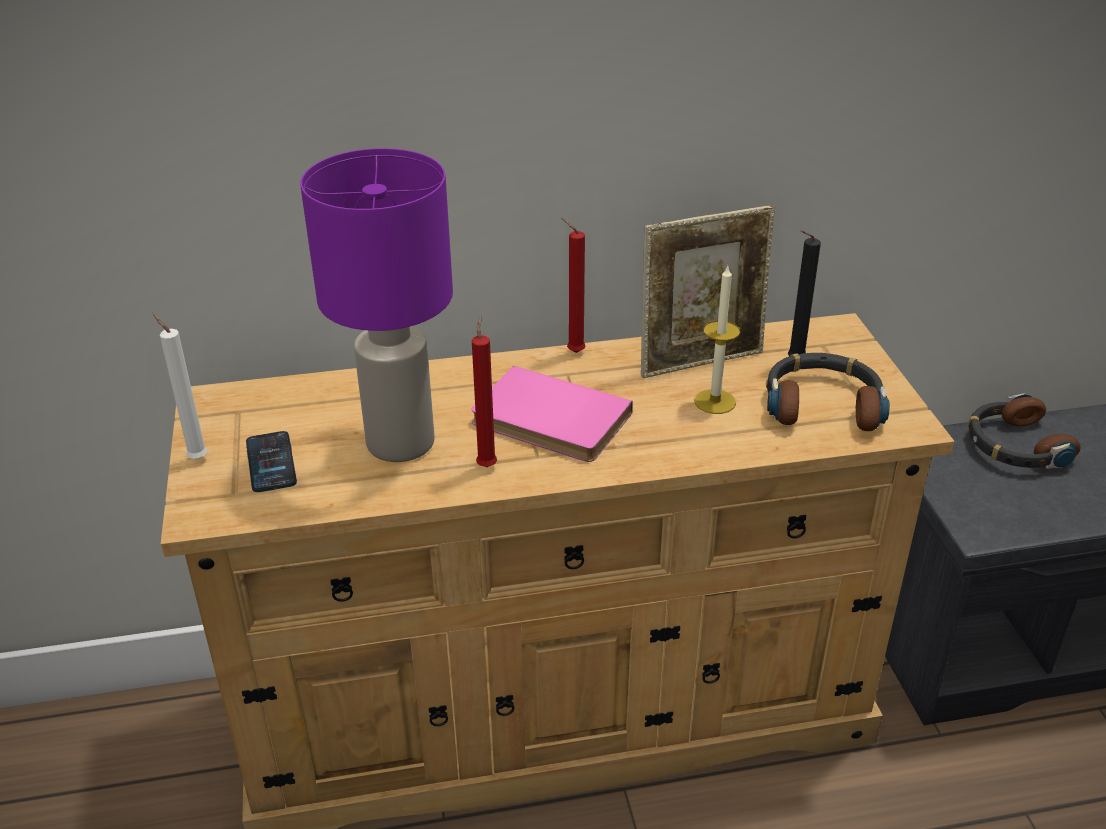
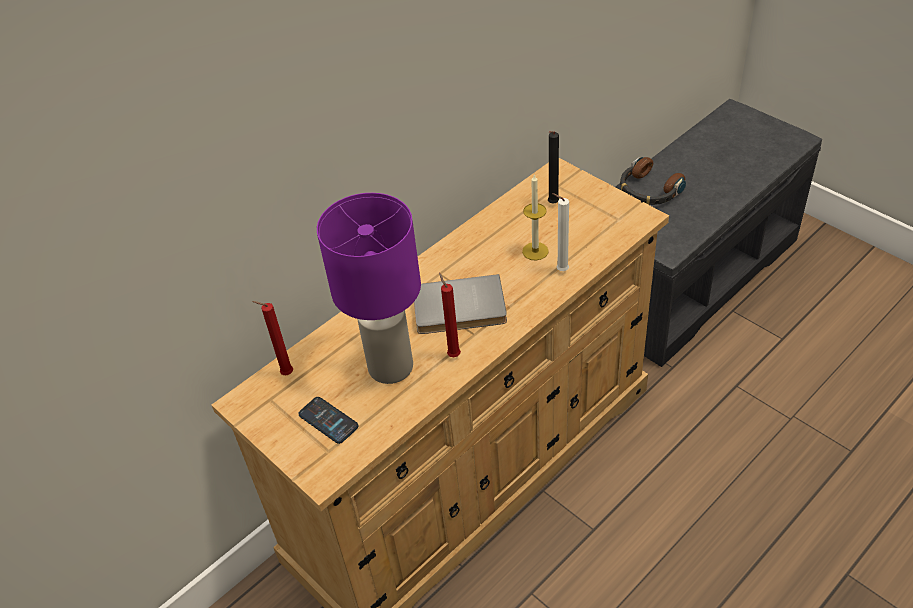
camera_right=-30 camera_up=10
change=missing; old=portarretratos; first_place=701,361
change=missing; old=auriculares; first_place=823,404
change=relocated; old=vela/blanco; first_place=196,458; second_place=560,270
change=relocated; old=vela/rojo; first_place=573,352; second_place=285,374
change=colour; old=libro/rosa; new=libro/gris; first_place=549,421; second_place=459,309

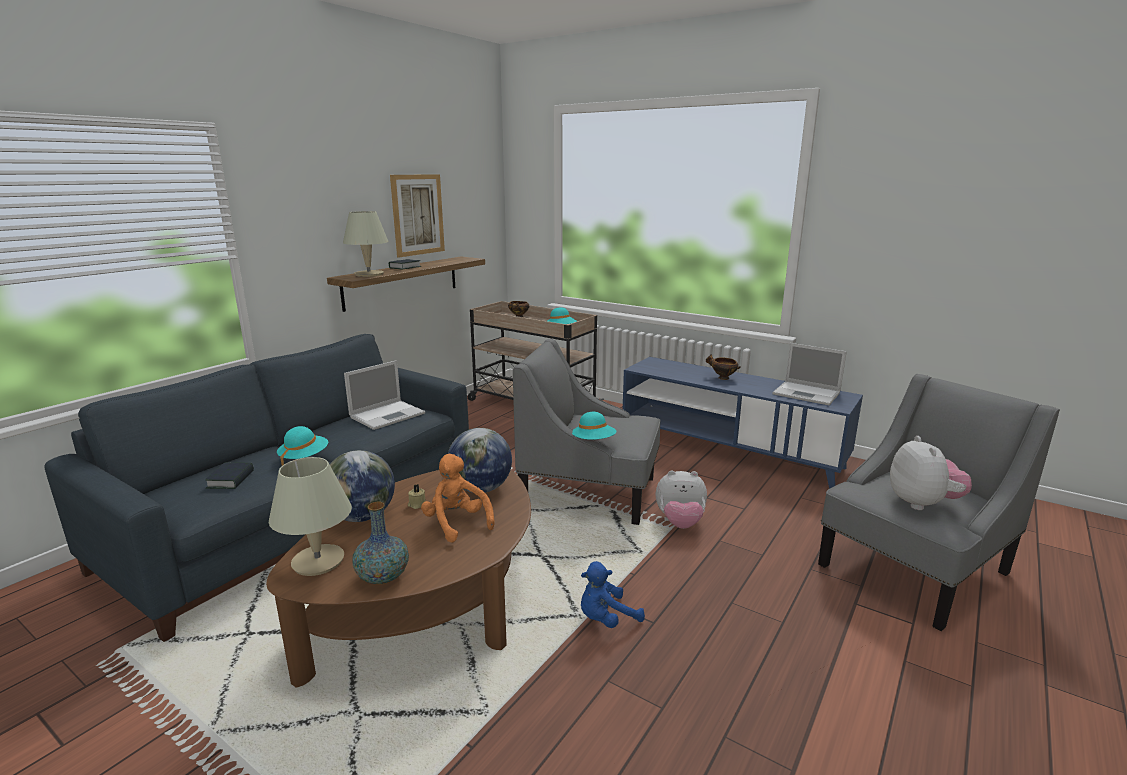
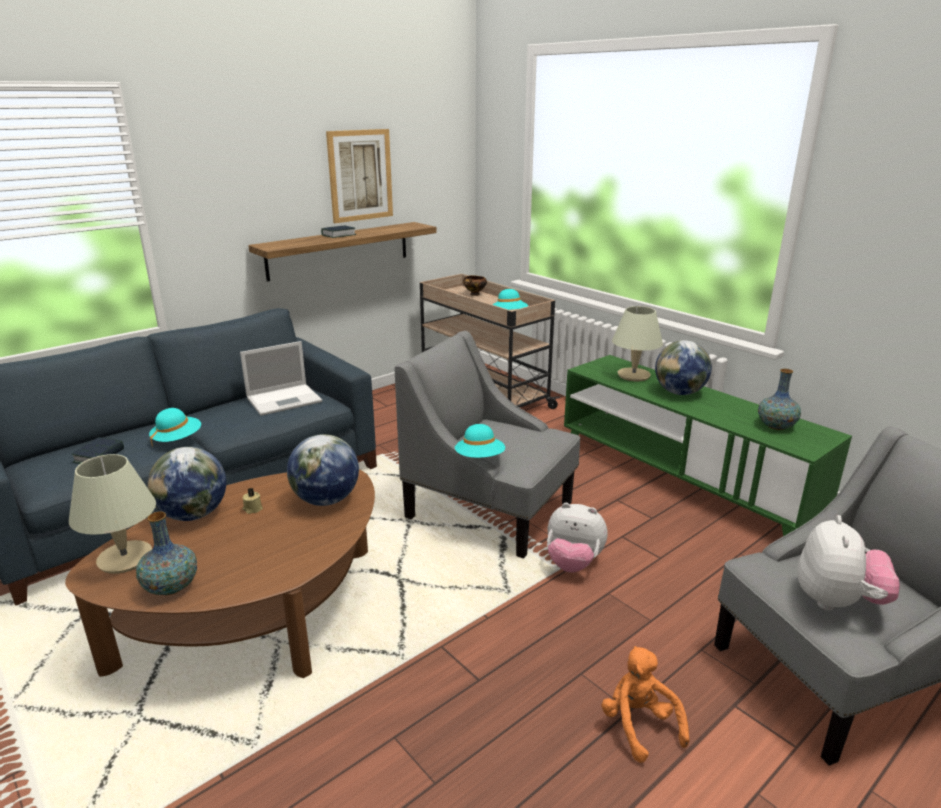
camera_right=15 camera_up=5
change=missing; old=peluche/azul; first_place=606,619
change=relocated; old=lámpara de mesa/beis; first_place=369,274; second_place=634,375
change=relocated; old=peluche/naranja; first_place=457,523; second_place=639,725
change=exchanged; old=cuenco; new=globo terráqueo; first_place=722,378; second_place=679,393
change=exchanged; old=portátil; new=florero; first_place=807,394; second_place=776,426
change=colour; old=mueble de televisión/azul; new=mueble de televisión/verde; first_place=729,450; second_place=682,479

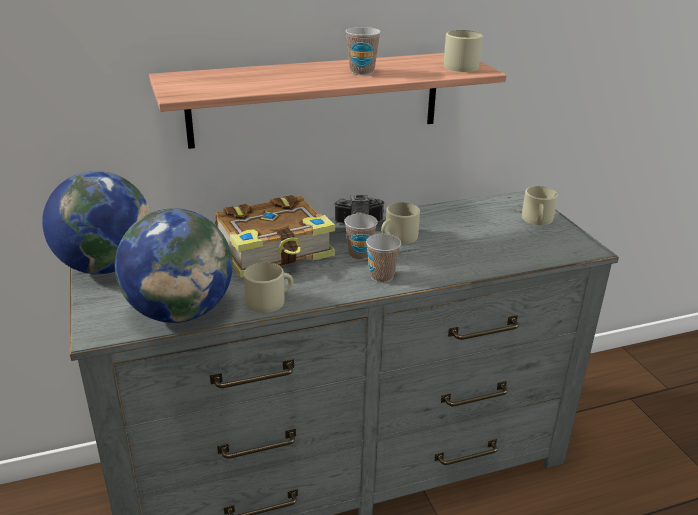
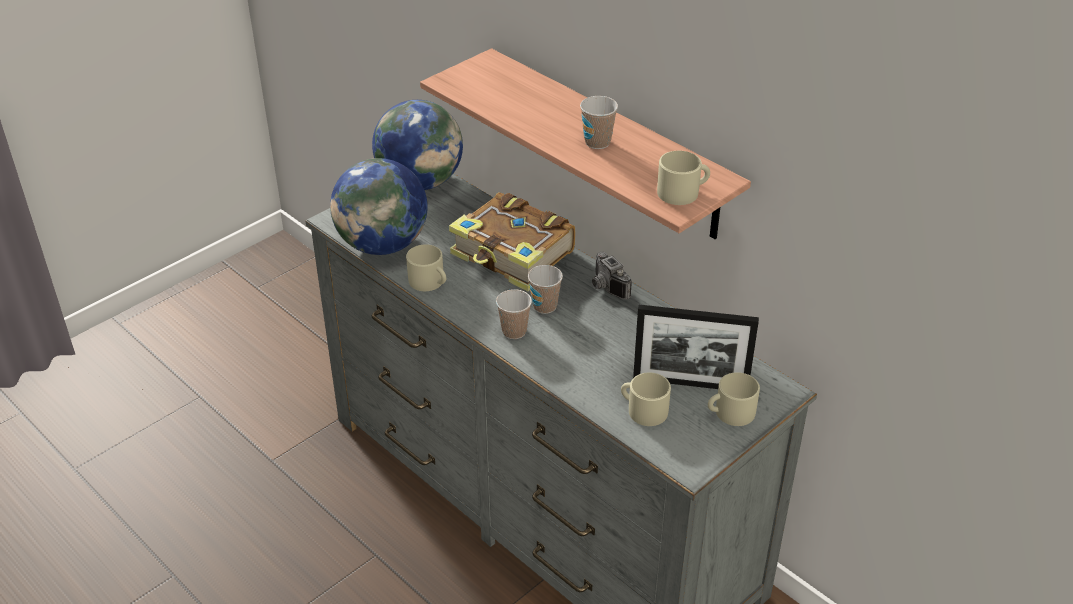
camera_right=65 camera_up=10
change=appeared; new=portarretratos; second_place=690,383
change=relocated; old=taza grande/beis; first_place=398,237; second_place=643,410

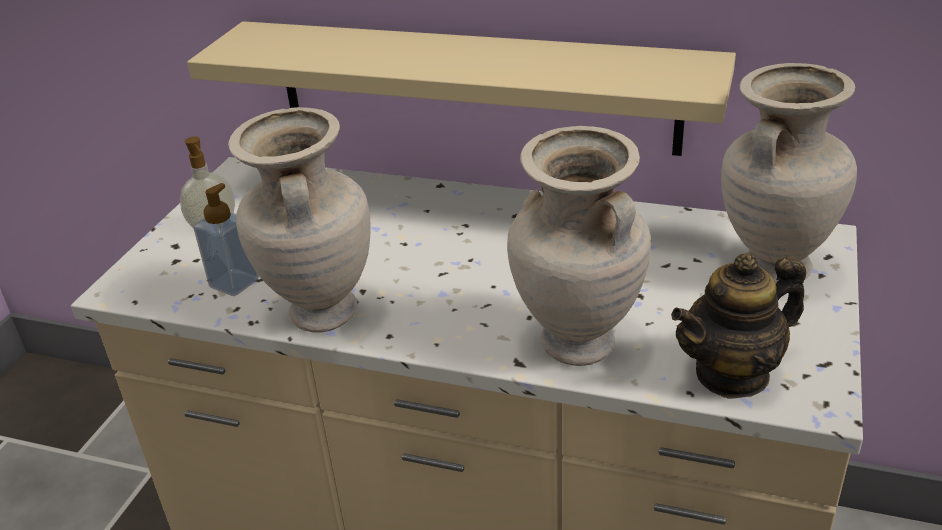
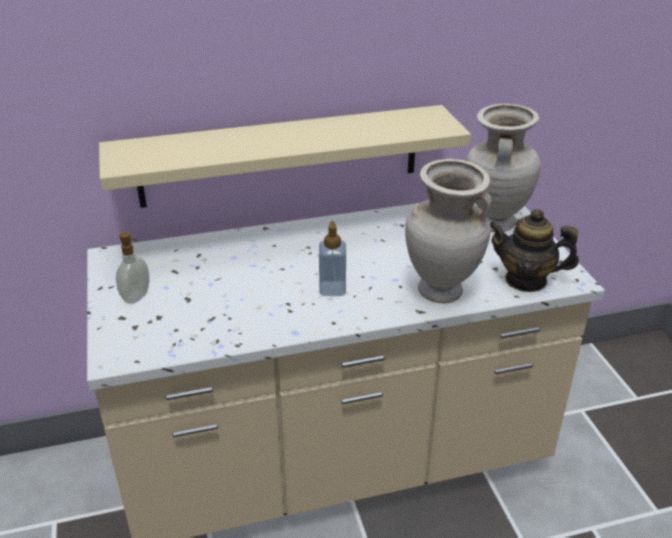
camera_right=-35 camera_up=0
change=missing; old=florero/beis; first_place=321,314
change=relocated; old=dispensador de jabón; first_place=234,283; second_place=332,289
change=spun; old=tetera; first_place=732,374; second_place=526,280; degrees=75

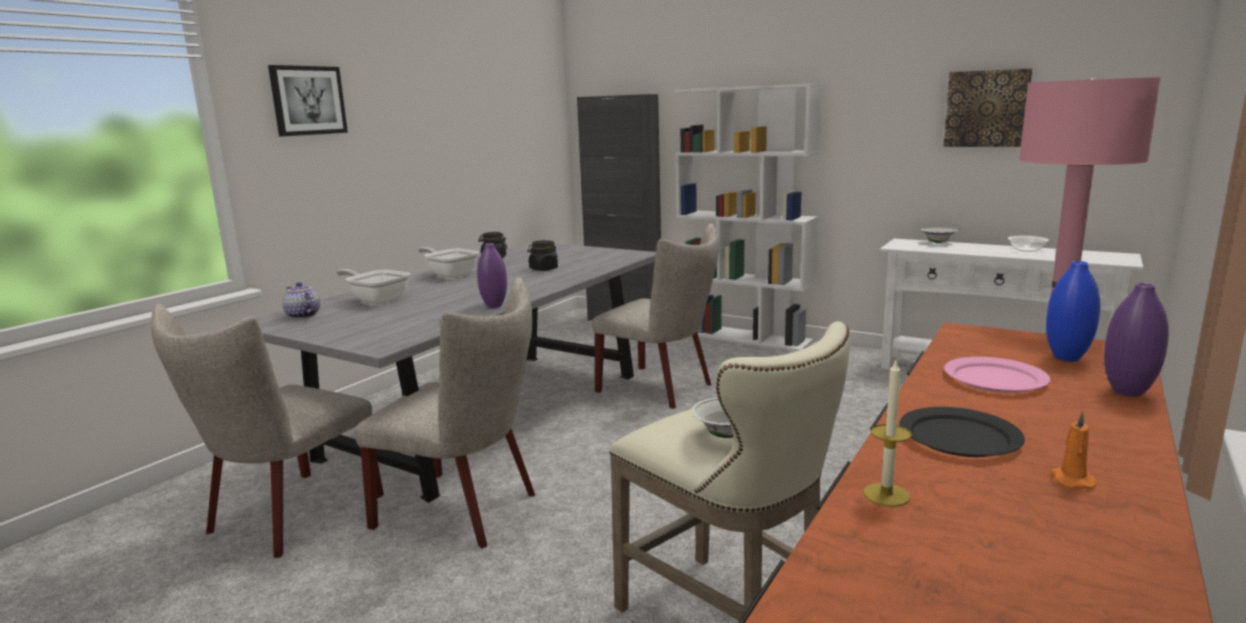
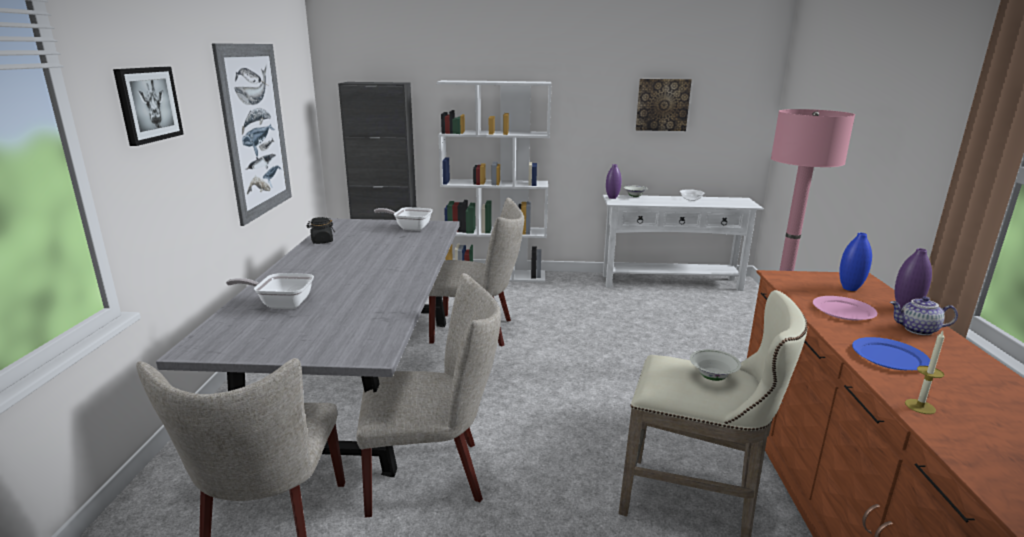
camera_right=-30 camera_up=5
change=missing; old=tarro/negro; first_place=543,269
change=missing; old=vela/naranja; first_place=1071,479
change=appeared; new=cuadro; second_place=255,130
change=relocated; old=tetera; first_place=302,316; second_place=917,330
change=relocated; old=sartén; first_place=450,274; second_place=410,228
change=relocated; old=florero/morado; first_place=494,306; second_place=612,198
change=colour; old=plato/negro; new=plato/azul; first_place=958,437; second_place=888,357

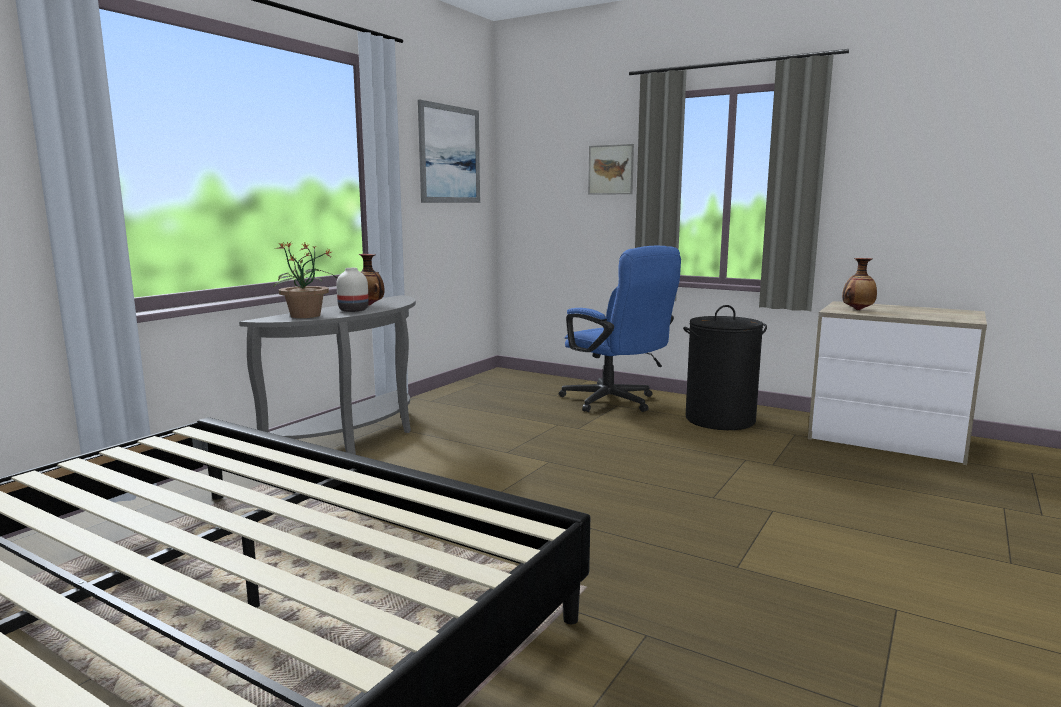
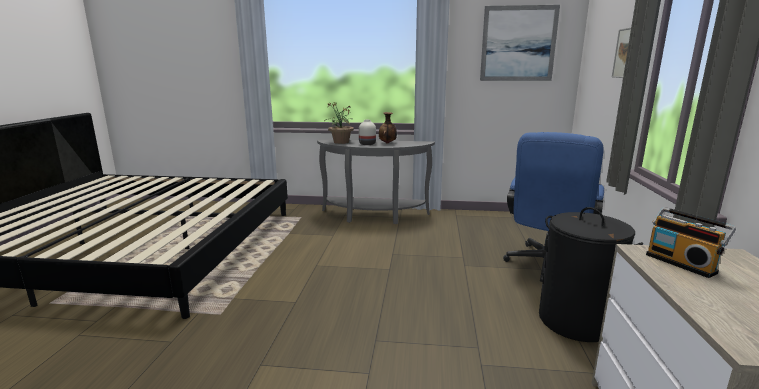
camera_right=65 camera_up=5
change=exchanged; old=florero; new=radio; first_place=857,310; second_place=681,263

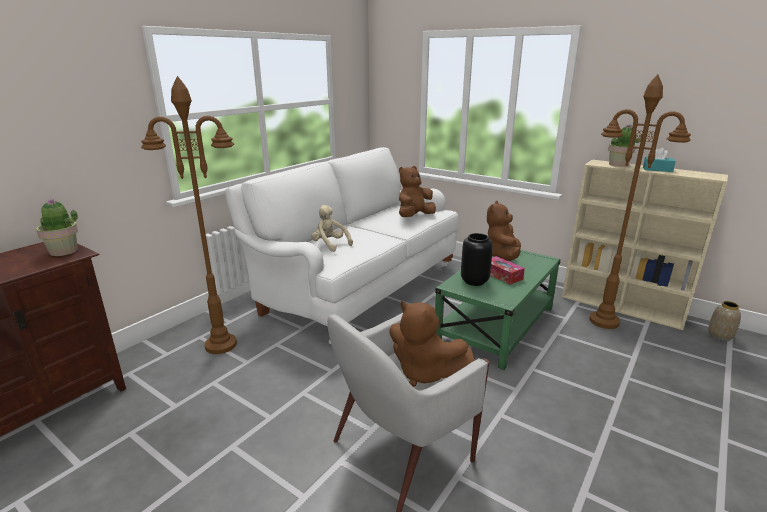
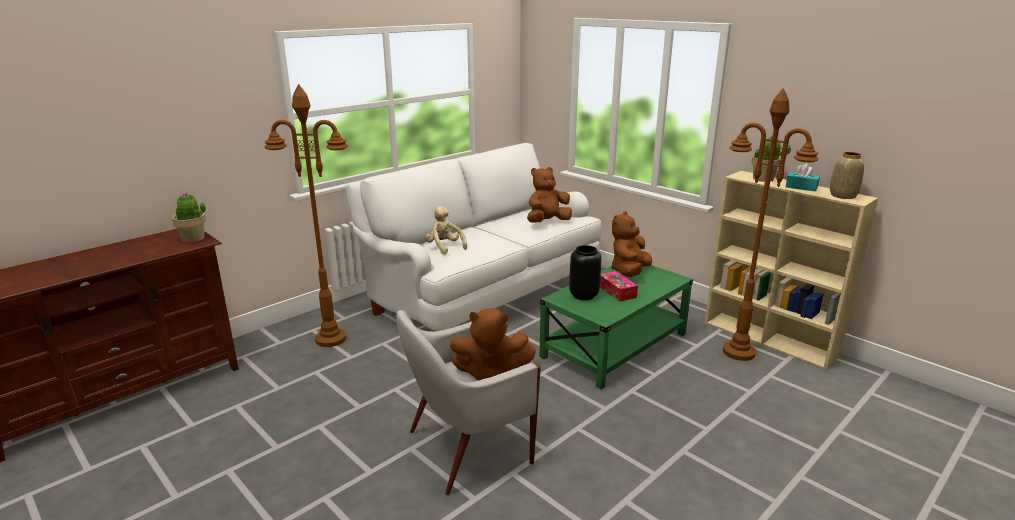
camera_right=10 camera_up=0
change=relocated; old=florero; first_place=720,336; second_place=843,196
change=spun; old=peluche/marrón; first_place=425,373; second_place=491,374; degrees=-45

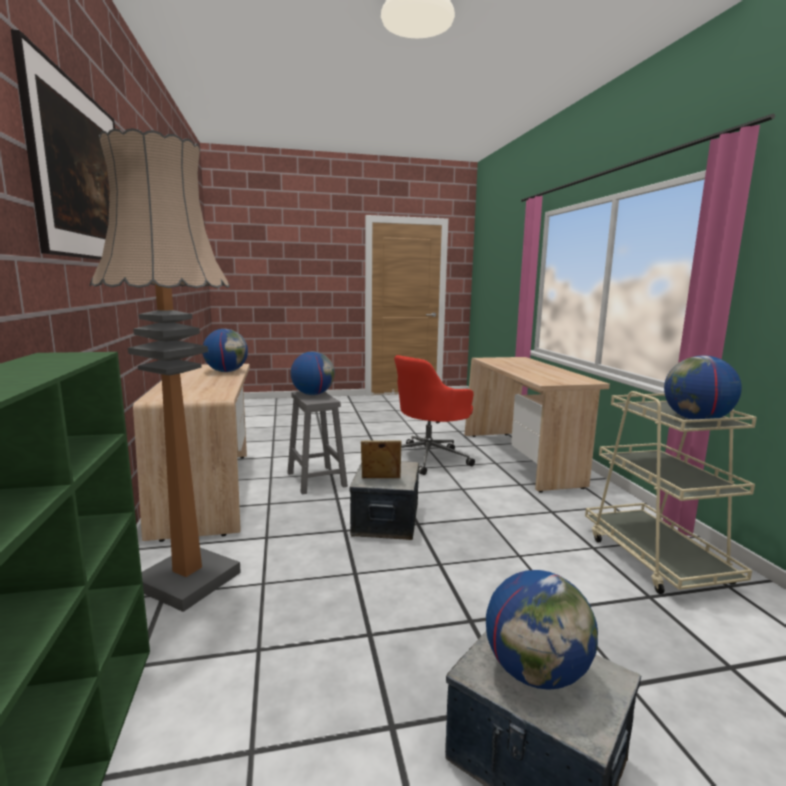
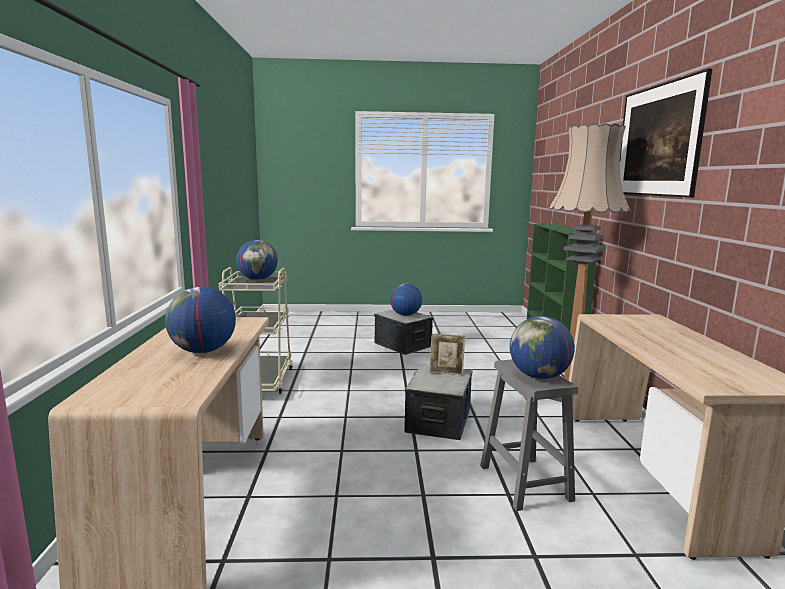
camera_right=-170 camera_up=0
change=missing; old=silla de oficina/rojo; first_place=429,458
change=relocated; old=globo terráqueo; first_place=226,371; second_place=203,351

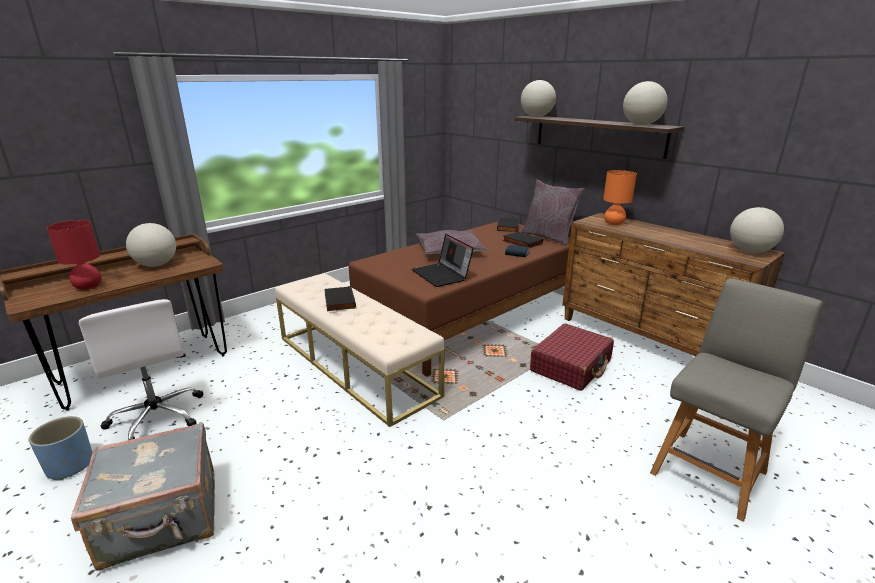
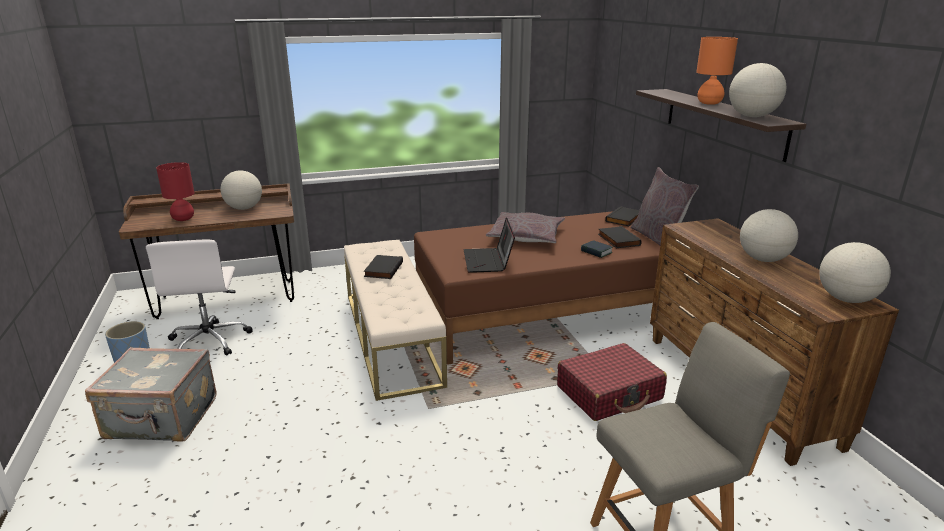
camera_right=25 camera_up=0
change=relocated; old=globo terráqueo; first_place=536,117; second_place=763,259
change=relocated; old=lámpara de mesa/naranja; first_place=613,223; second_place=709,103

